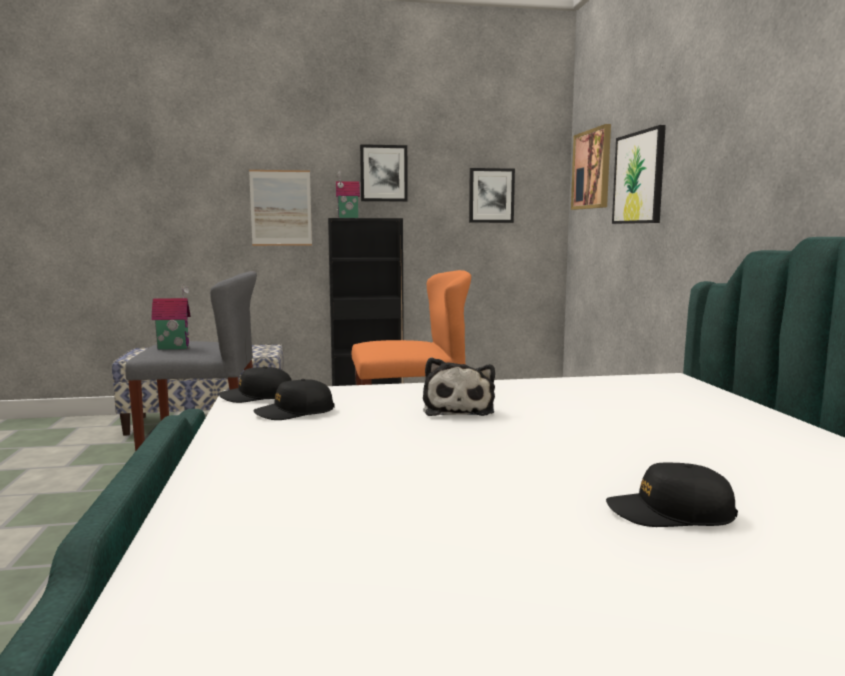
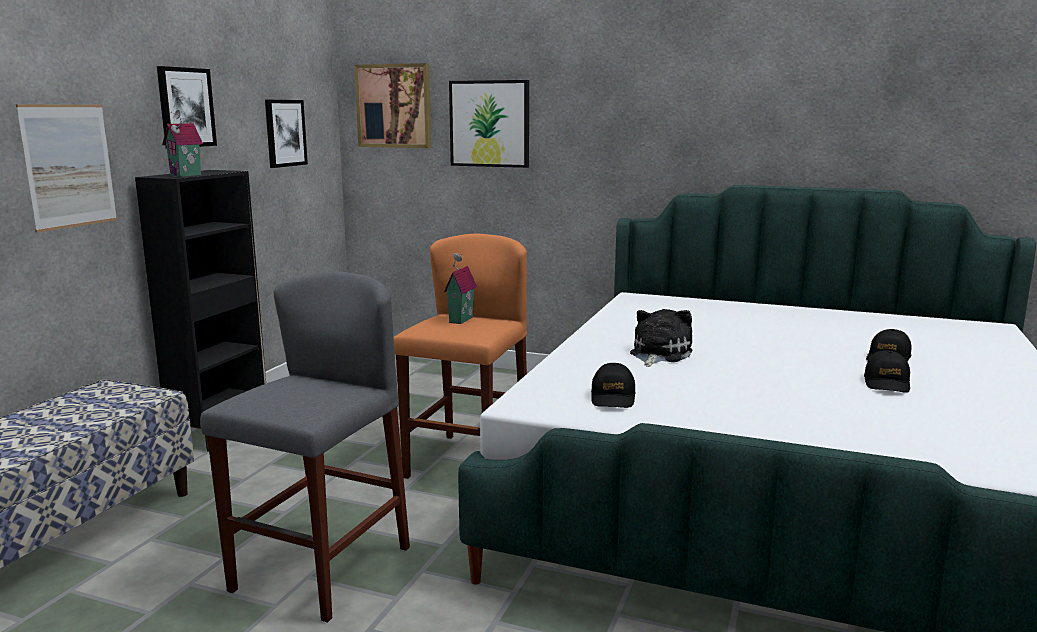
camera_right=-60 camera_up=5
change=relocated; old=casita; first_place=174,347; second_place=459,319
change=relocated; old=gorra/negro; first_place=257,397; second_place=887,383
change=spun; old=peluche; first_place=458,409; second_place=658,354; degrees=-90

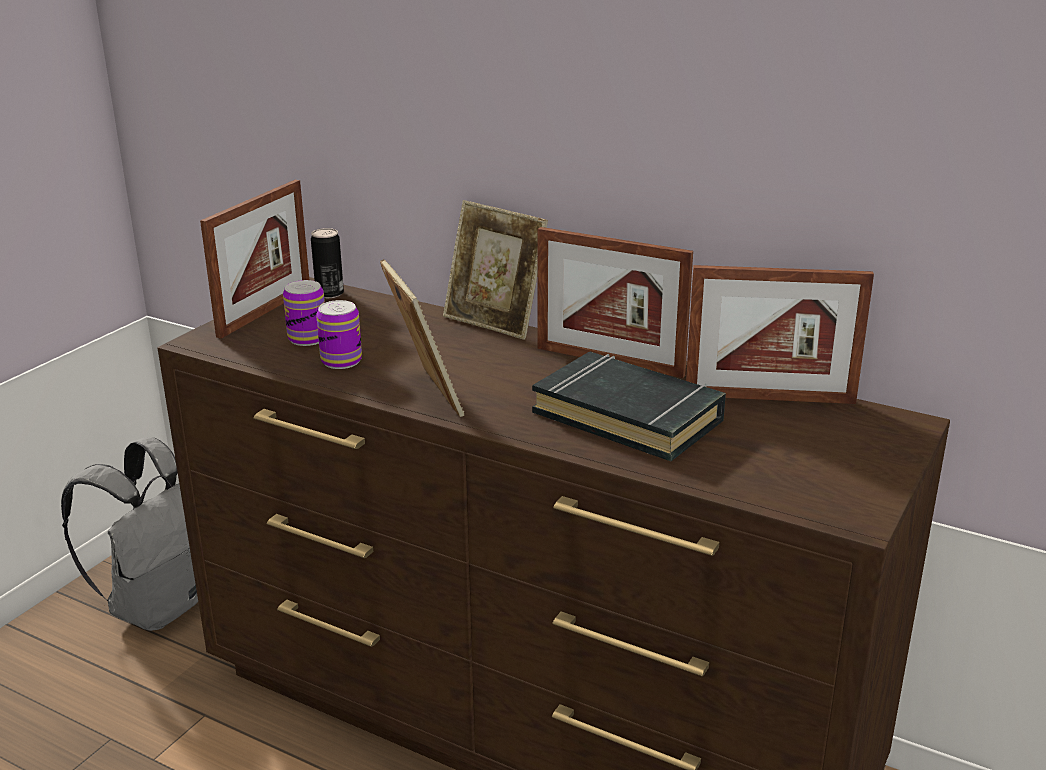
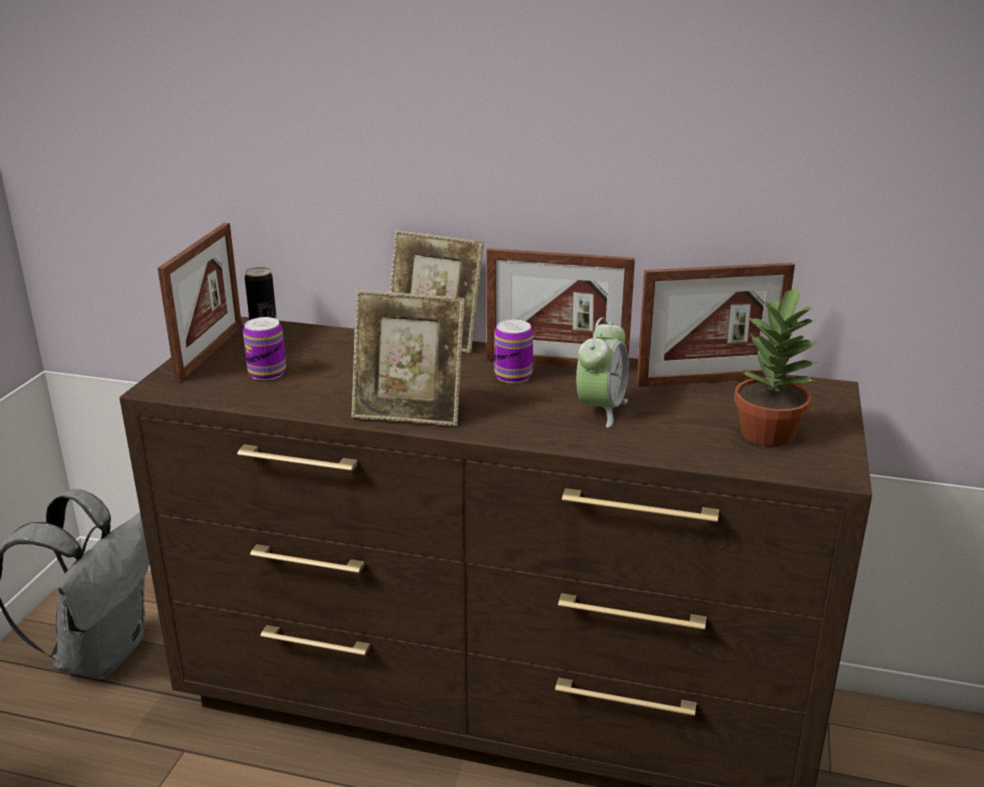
camera_right=-15 camera_up=0
change=appeared; new=planta en maceta; second_place=769,433
change=relocated; old=lata; first_place=341,361; second_place=513,376
change=exchanged; old=libro/negro; new=despertador; first_place=628,416; second_place=601,410
change=spun; old=portarretratos; first_place=424,395; second_place=409,413; degrees=135

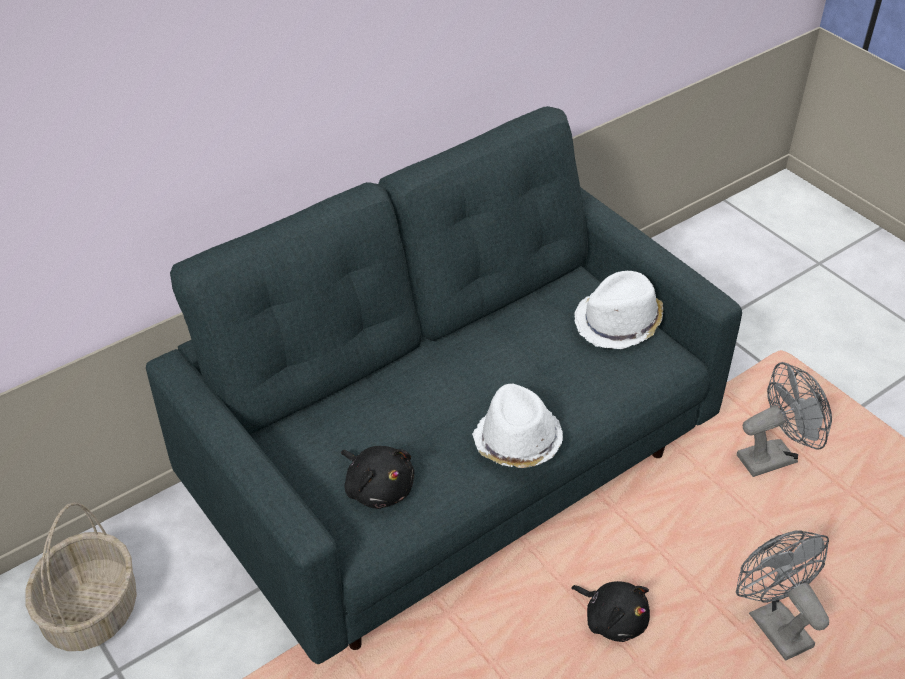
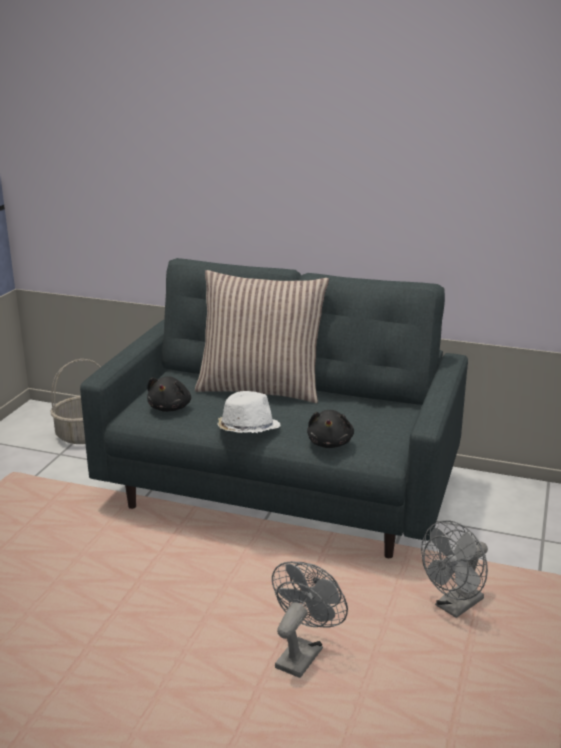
camera_right=55 camera_up=-20
change=missing; old=sombrero/blanco; first_place=619,323
change=appeared; new=cojín; second_place=261,388
change=relocated; old=peluche/negro; first_place=613,619; second_place=330,443
change=spun; old=ventilador/gris; first_place=774,456; second_place=454,607; degrees=105

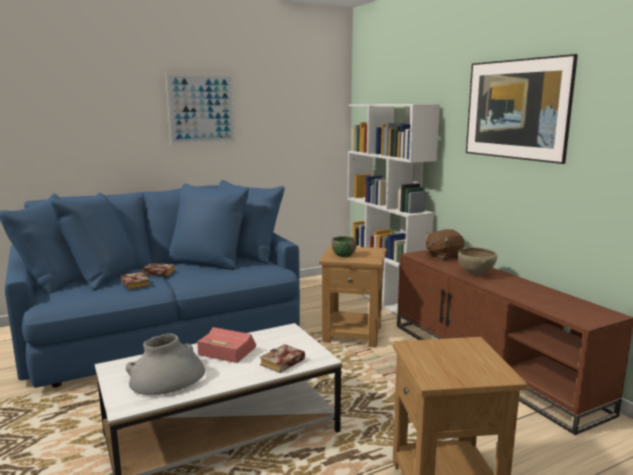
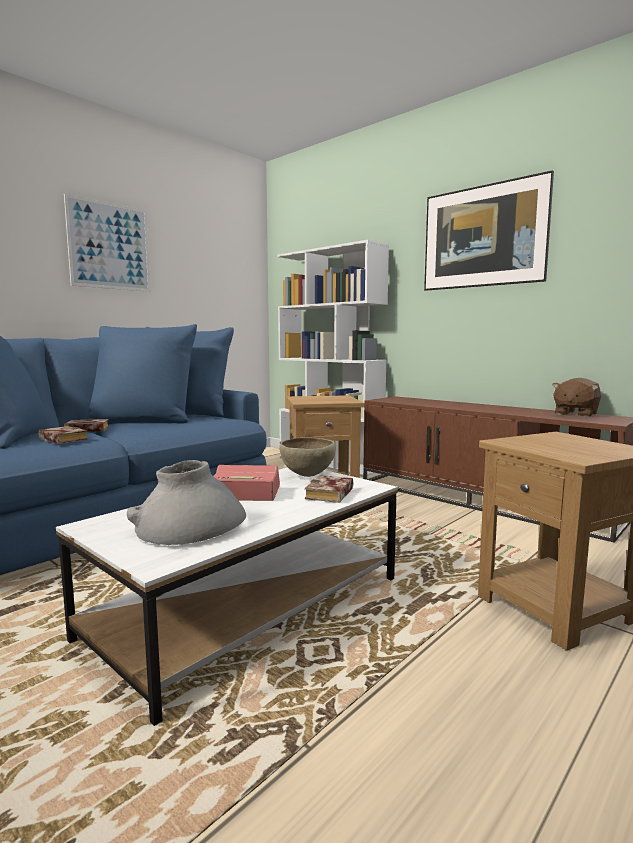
camera_right=-20 camera_up=-5
change=missing; old=cuenco/verde; first_place=344,255
change=relocated; old=peluche/marrón; first_place=443,256; second_place=575,414
change=relocated; old=cuenco/marrón; first_place=475,274; second_place=307,476

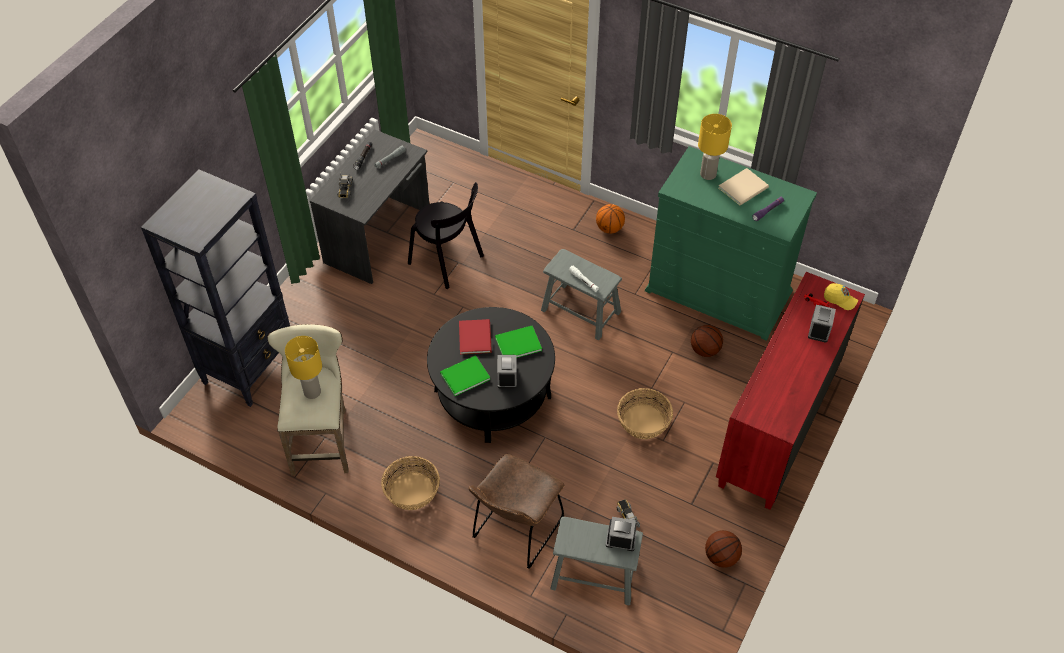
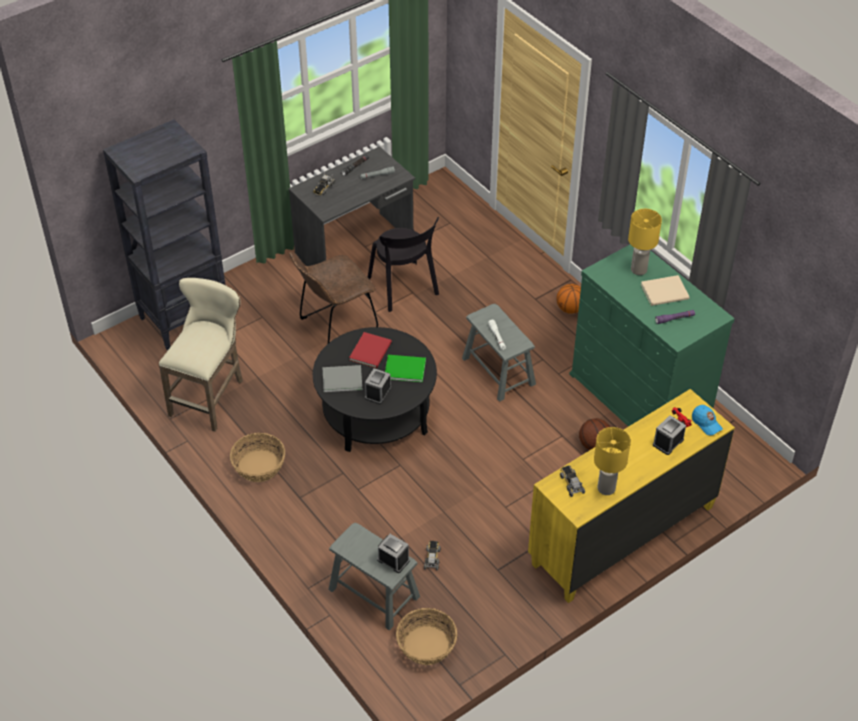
camera_right=25 camera_up=-5
change=missing; old=balón de baloncesto; first_place=721,557
change=appeared; new=camión de juguete; second_place=571,483
change=relocated; old=lámpara de mesa/amarillo; first_place=312,392; second_place=606,488
change=relocated; old=silla/marrón; first_place=515,531; second_place=335,326
change=relocated; old=cesta; first_place=643,422; second_place=426,646
change=colour; old=libro/verde; new=libro/gris; first_place=463,376; second_place=341,379
change=colour; old=cómoda/rojo; new=cómoda/amarillo; first_place=777,426; second_place=621,535
change=colour; old=gorra/amarillo; new=gorra/azul; first_place=839,299; second_place=706,423

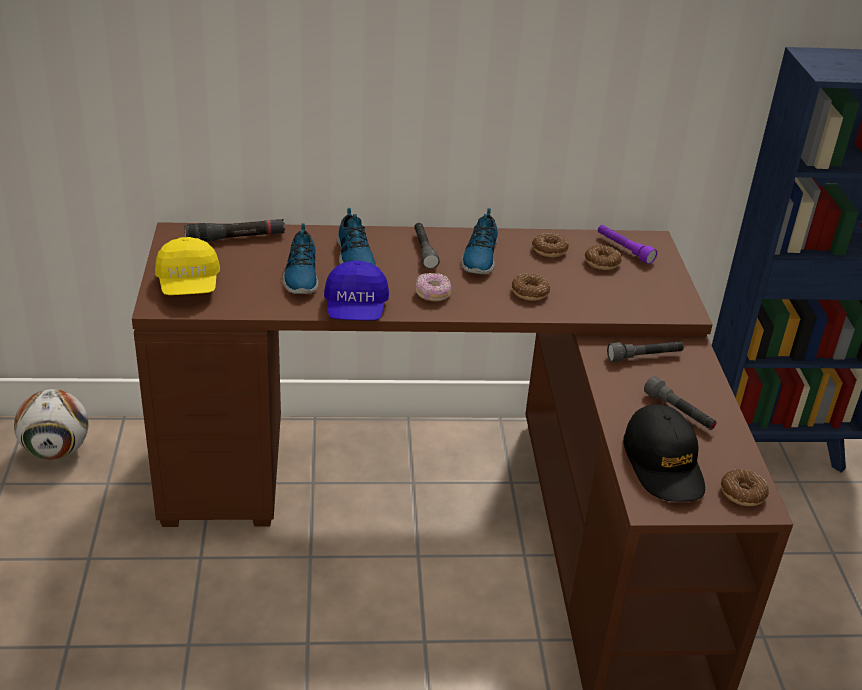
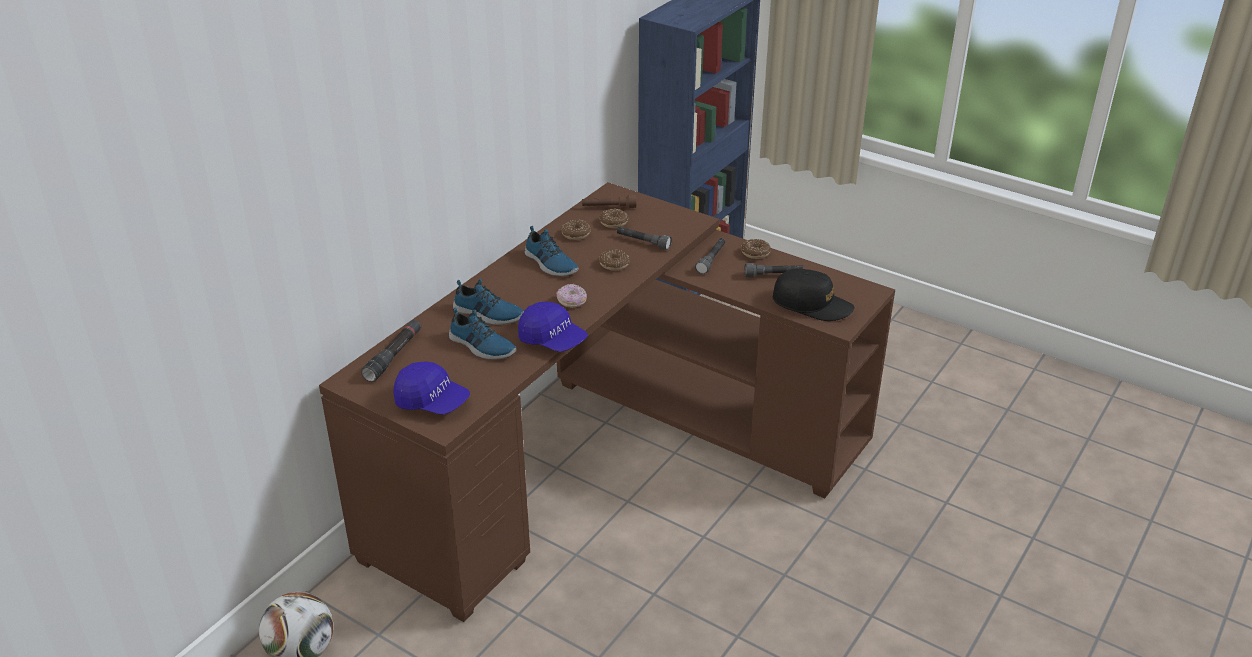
camera_right=-50 camera_up=0
change=relocated; old=linterna/gris; first_place=424,251; second_place=643,242
change=relocated; old=rosquilla; first_place=742,493; second_place=755,253
change=colour; old=gorra/amarillo; new=gorra/azul; first_place=189,285; second_place=432,402
change=colour; old=linterna/morado; new=linterna/marrón; first_place=624,249; second_place=609,207

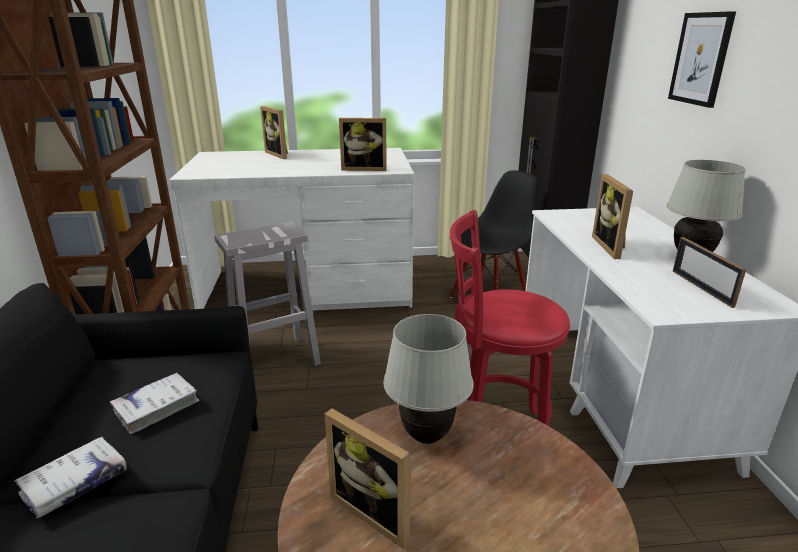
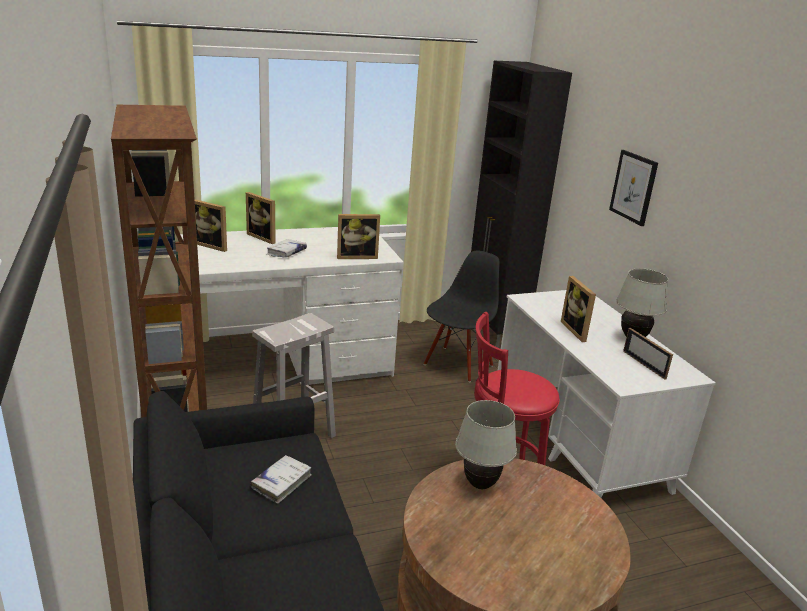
camera_right=-15 camera_up=0
change=relocated; old=libro/blanco; first_place=75,483; second_place=286,252
change=relocated; old=portarretratos; first_place=376,511; second_place=212,245

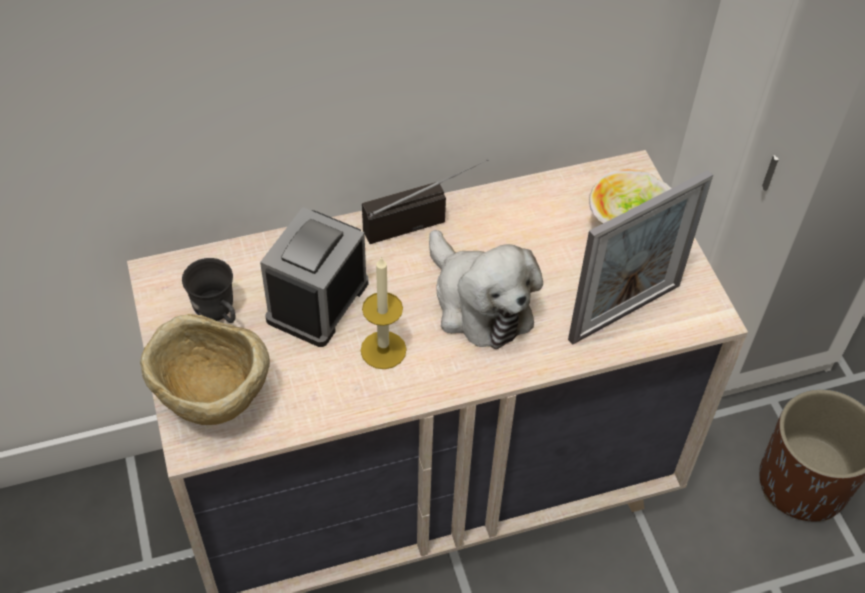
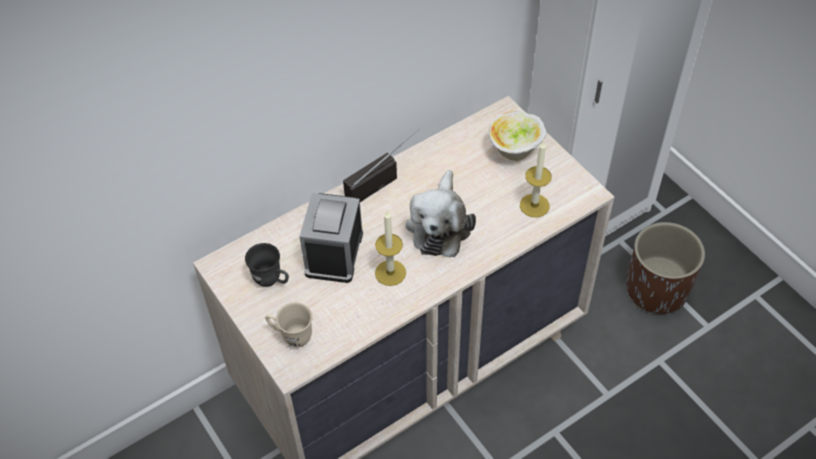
camera_right=-15 camera_up=0
change=exchanged; old=cuenco/beis; new=taza grande/beis; first_place=212,399; second_place=291,336
change=exchanged; old=portarretratos; new=vela; first_place=624,312; second_place=534,205
change=spun; old=peluche; first_place=478,303; second_place=439,225; degrees=60

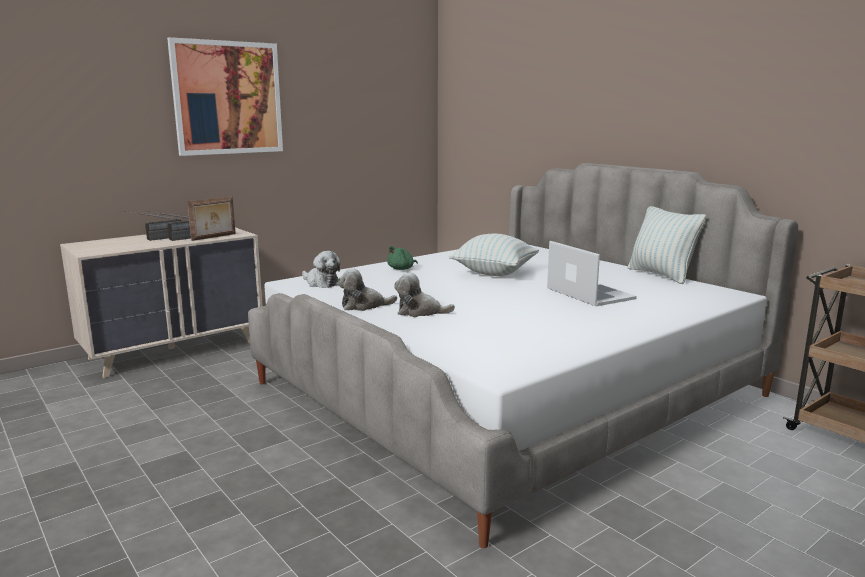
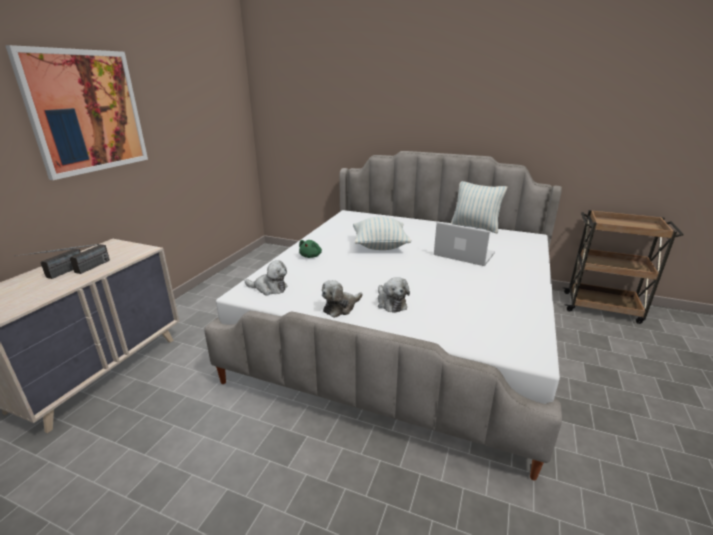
camera_right=-30 camera_up=10
change=missing; old=portarretratos; first_place=214,237
change=spun; old=peluche; first_place=420,312; second_place=390,303; degrees=-90

